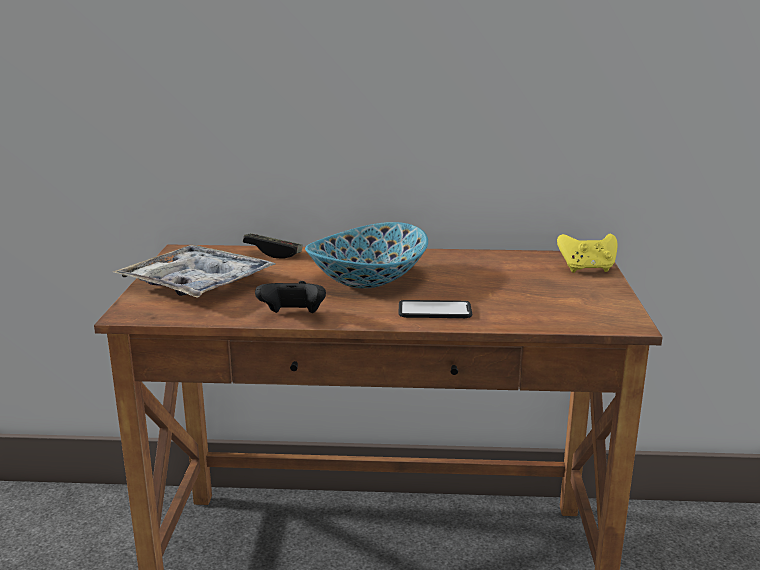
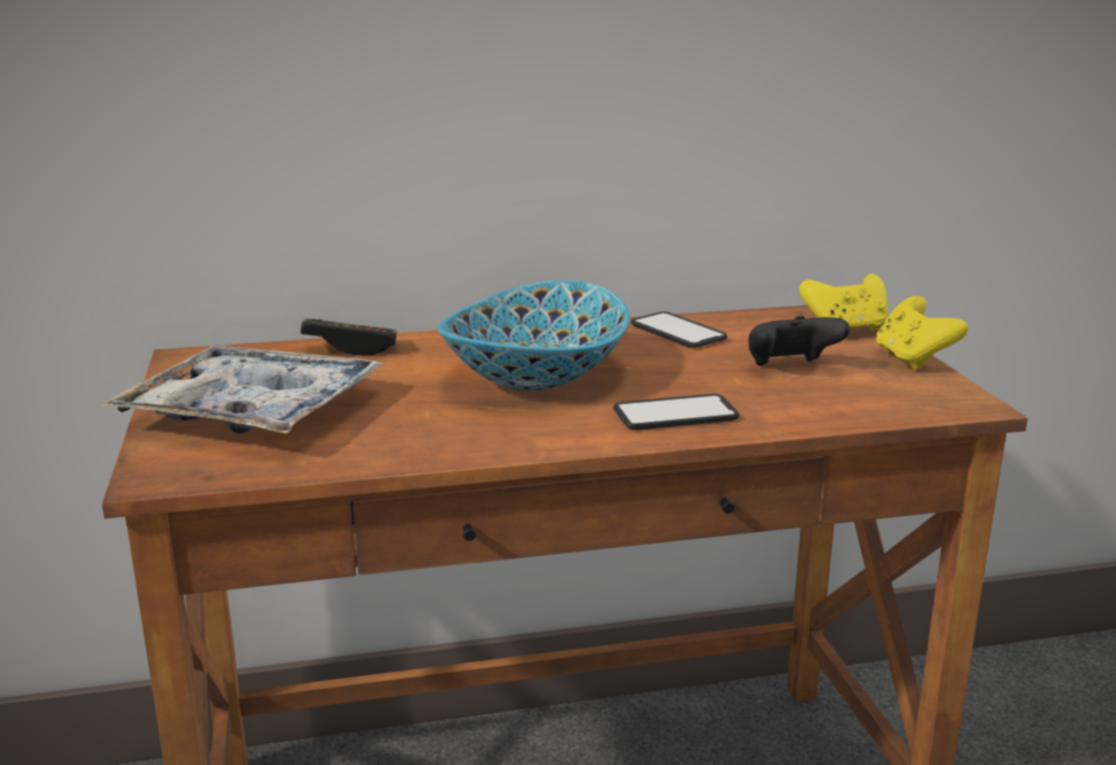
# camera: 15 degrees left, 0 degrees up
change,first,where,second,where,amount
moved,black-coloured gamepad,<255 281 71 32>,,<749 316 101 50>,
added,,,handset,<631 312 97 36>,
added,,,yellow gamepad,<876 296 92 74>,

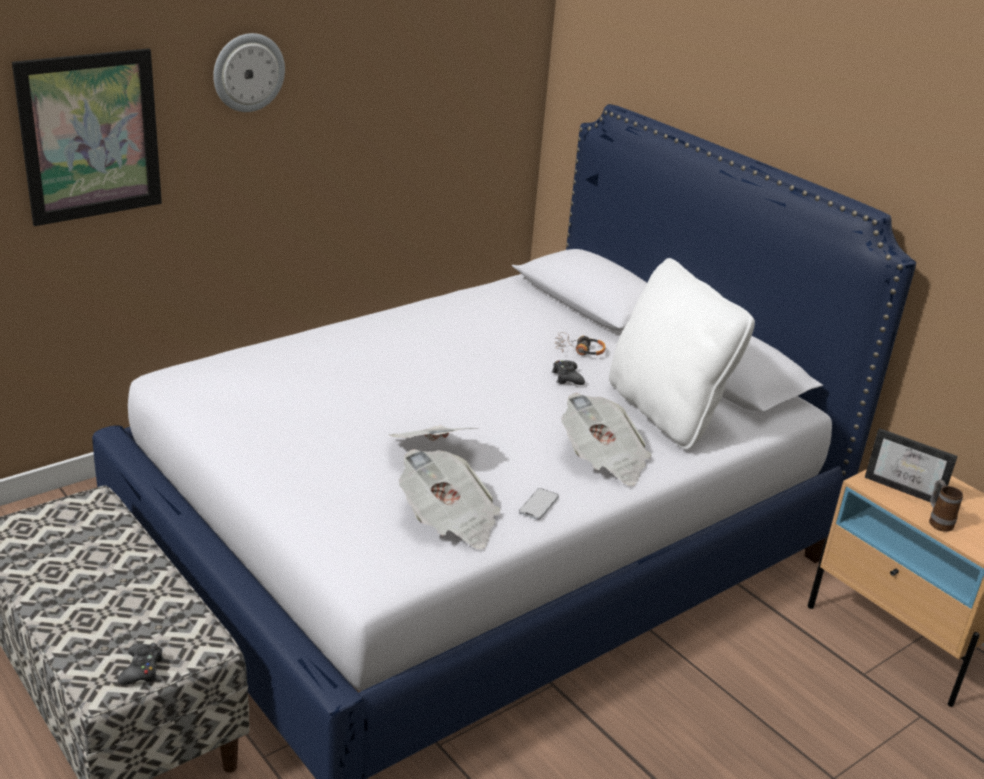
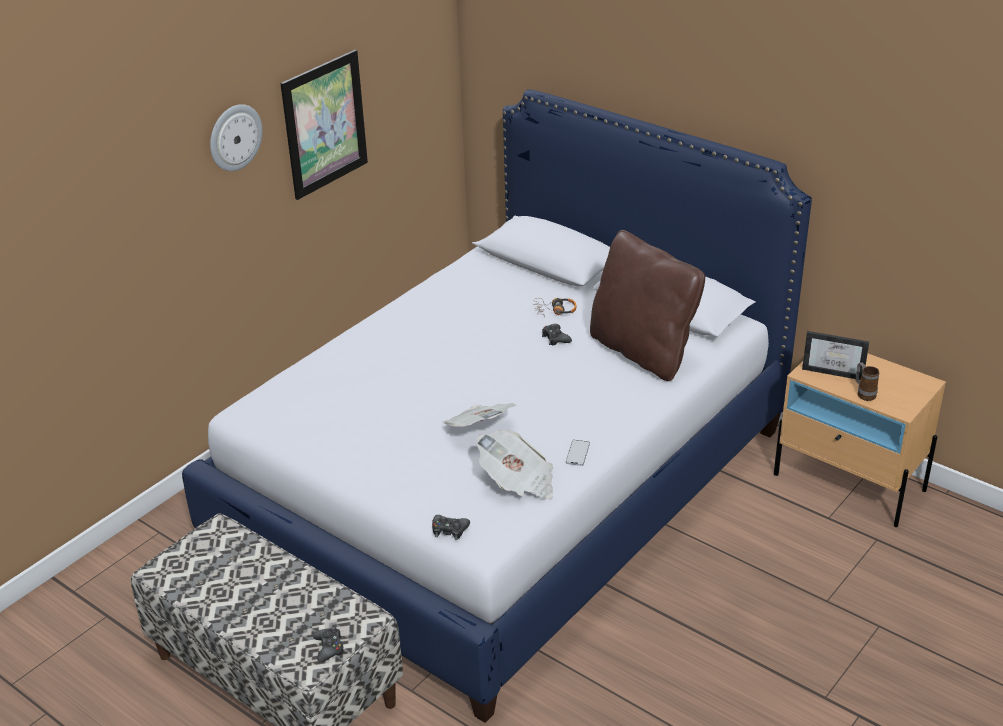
# camera: 10 degrees left, 5 degrees up
change,first,where,second,where,amount
moved,wall picture,<12 48 150 178>,,<280 50 88 150>,
removed,daily paper,<561 393 90 93>,,,
recoloured,white-coloured pillow,<609 258 146 192>,brown pillow,<590 230 115 151>,
added,,,black-coloured gamepad,<432 515 38 25>,

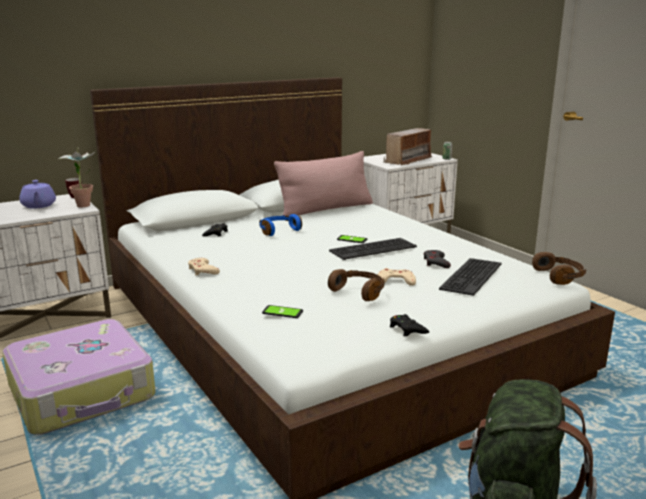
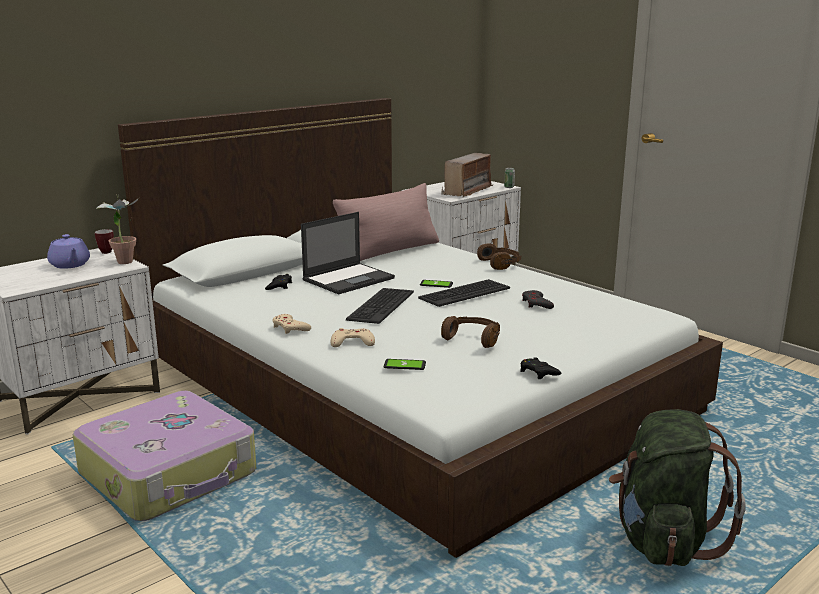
# camera: 10 degrees left, 0 degrees up
change,first,where,second,where,amount
replaced,blue-coloured pair of headphones,<259 214 43 22>,notebook computer,<301 212 94 82>,
moved,sand-coloured gamepad,<377 268 39 18>,,<331 328 44 19>,
moved,computer keyboard,<439 258 62 38>,,<346 288 68 36>,
moved,brown pair of headphones,<532 252 54 33>,,<477 244 44 26>,

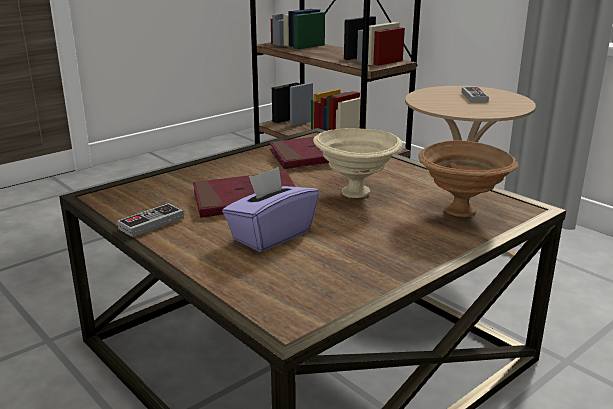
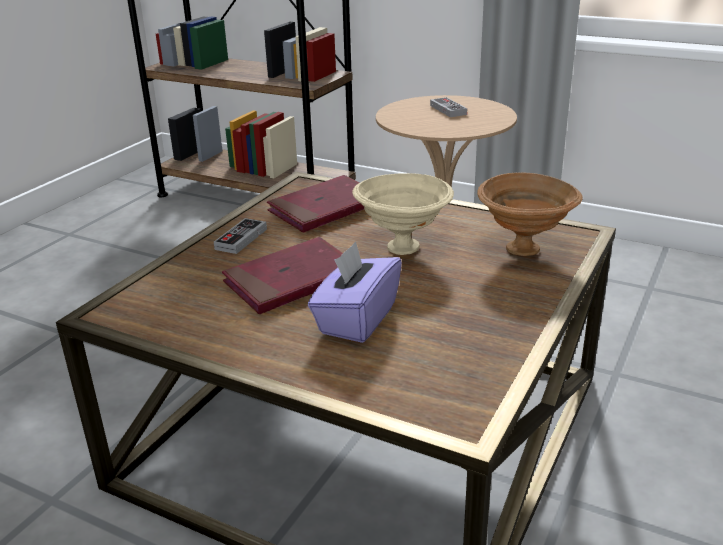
# camera: 20 degrees left, 5 degrees up
change,first,where,second,where,amount
moved,gamepad,<117 203 67 34>,,<214 218 53 36>,

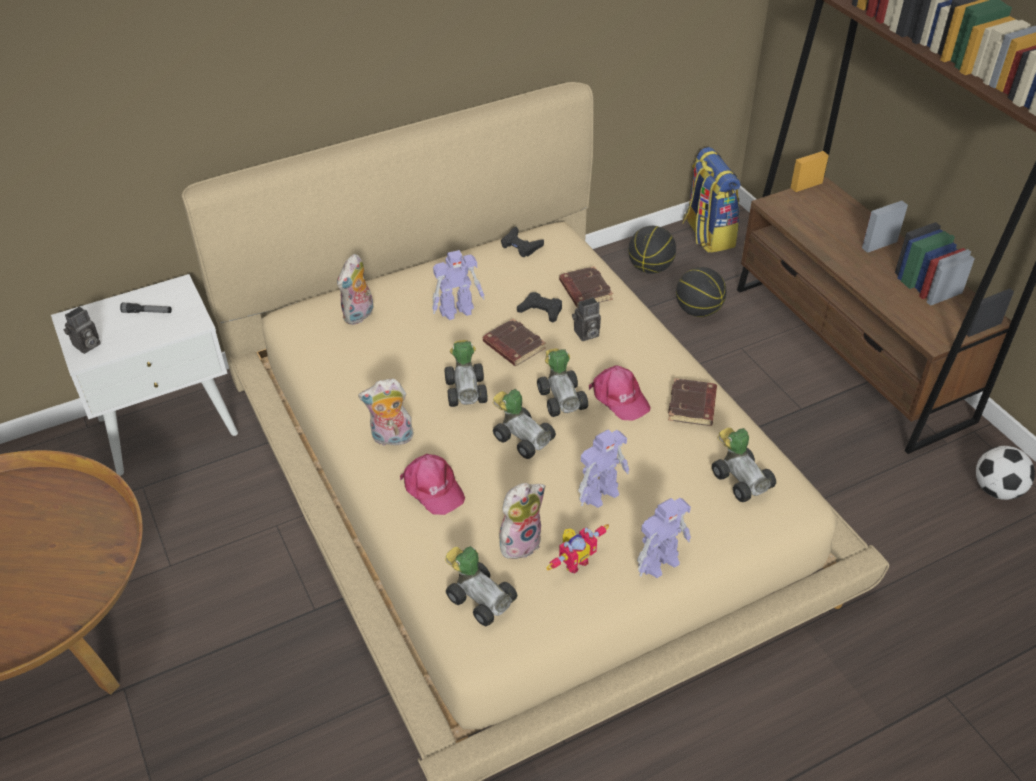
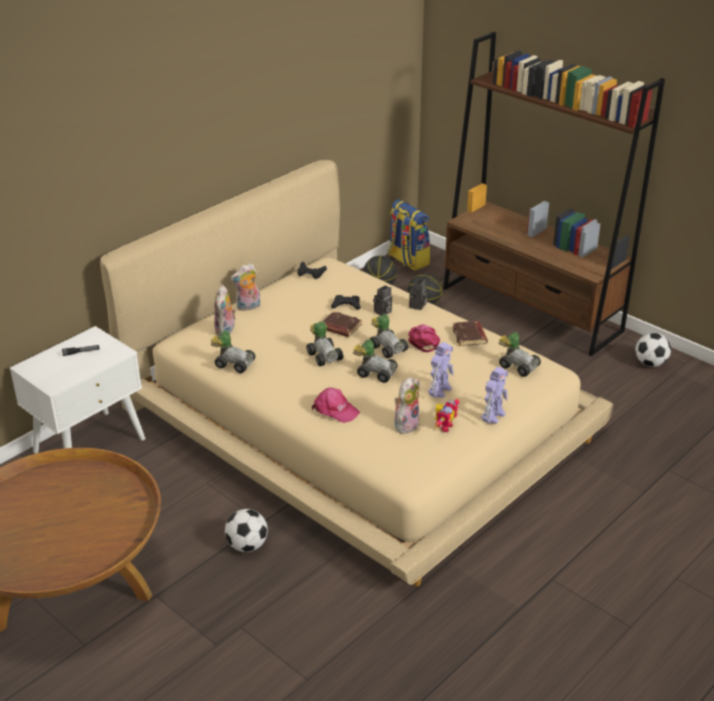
# camera: 20 degrees left, 10 degrees down
change,first,where,second,where,amount
moved,photo camera,<64 306 37 48>,,<409 279 19 31>,
moved,soft toy,<358 379 56 67>,,<230 263 31 48>,
removed,robot figure,<432 250 53 70>,,,
moved,model car,<445 546 73 80>,,<210 331 45 42>,
removed,brown volume,<559 266 54 42>,,,
turned,pink baseball cap,<589 365 62 56>,,<408 324 32 28>,135 degrees counterclockwise
added,,,ball for football,<225 509 43 43>,

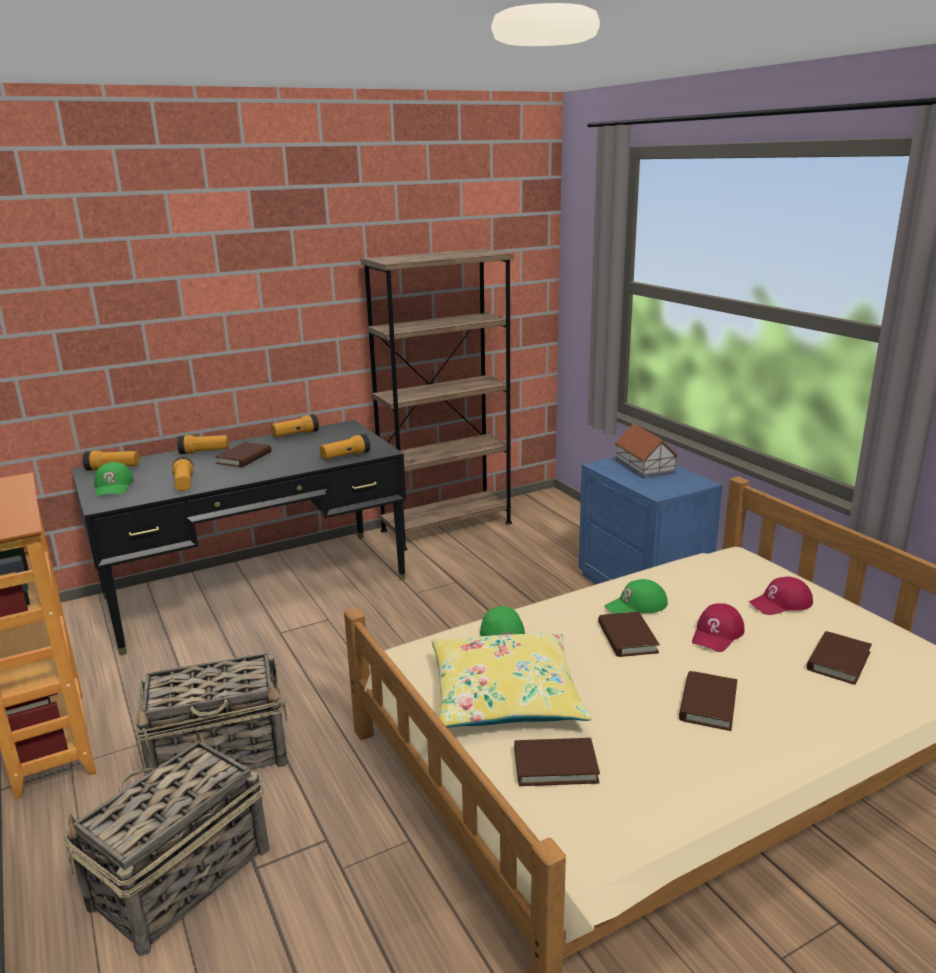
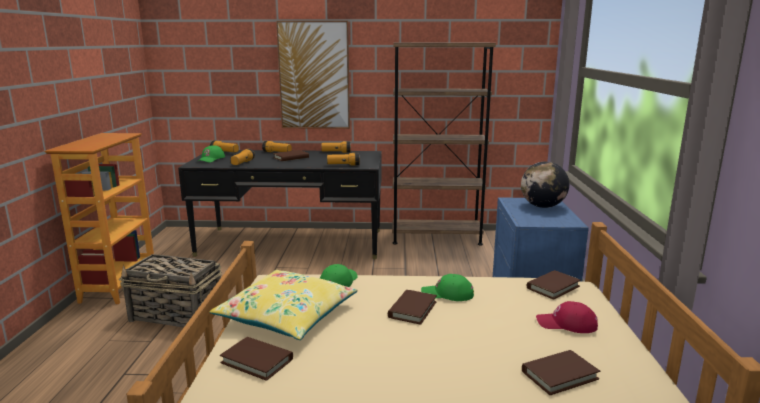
# camera: 30 degrees right, 5 degrees down
change,first,where,second,where,amount
removed,storage basket,<64 731 205 225>,,,
replaced,model house,<615 424 63 55>,world globe,<521 162 48 46>,
moved,brown volume,<679 671 58 60>,,<527 270 54 30>,
removed,red-coloured baseball cap,<692 603 52 49>,,,
added,,,wall picture,<276 21 74 108>,

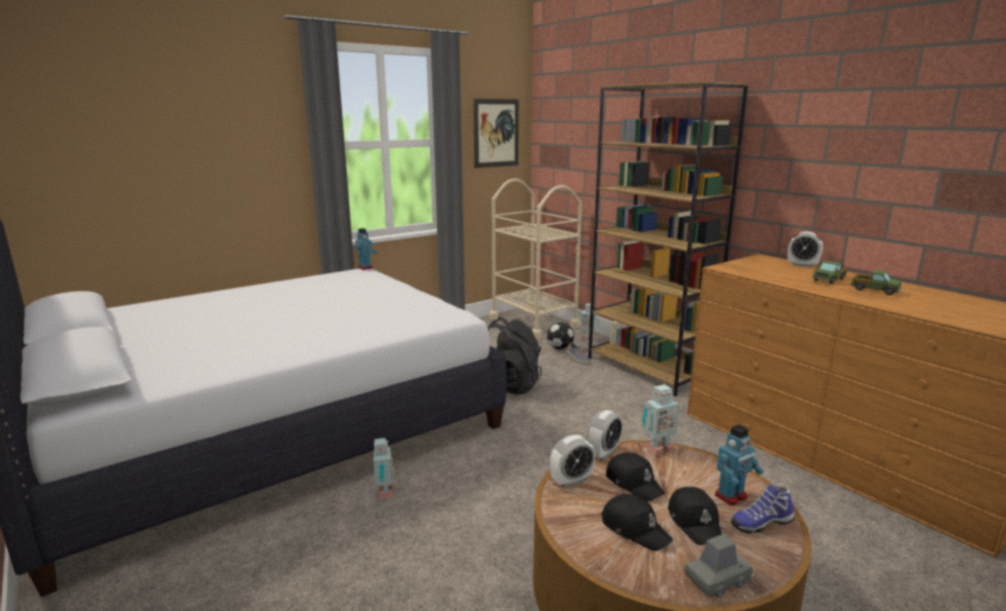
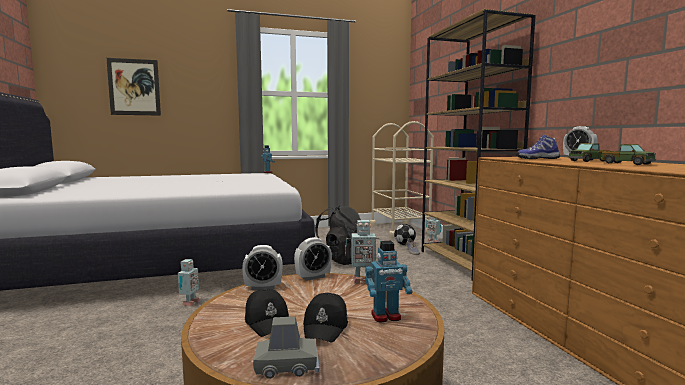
# camera: 20 degrees right, 10 degrees down
change,first,where,second,where,amount
moved,wall picture,<473 99 46 69>,,<106 58 55 58>,
removed,black-coloured baseball cap,<606 452 59 49>,,,
moved,low shoe,<731 484 64 50>,,<516 135 44 24>,

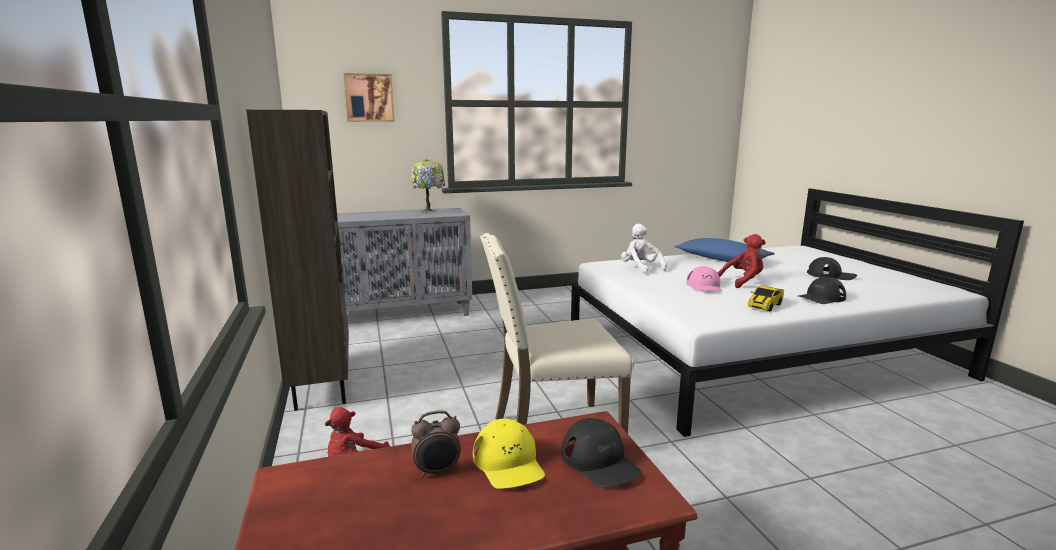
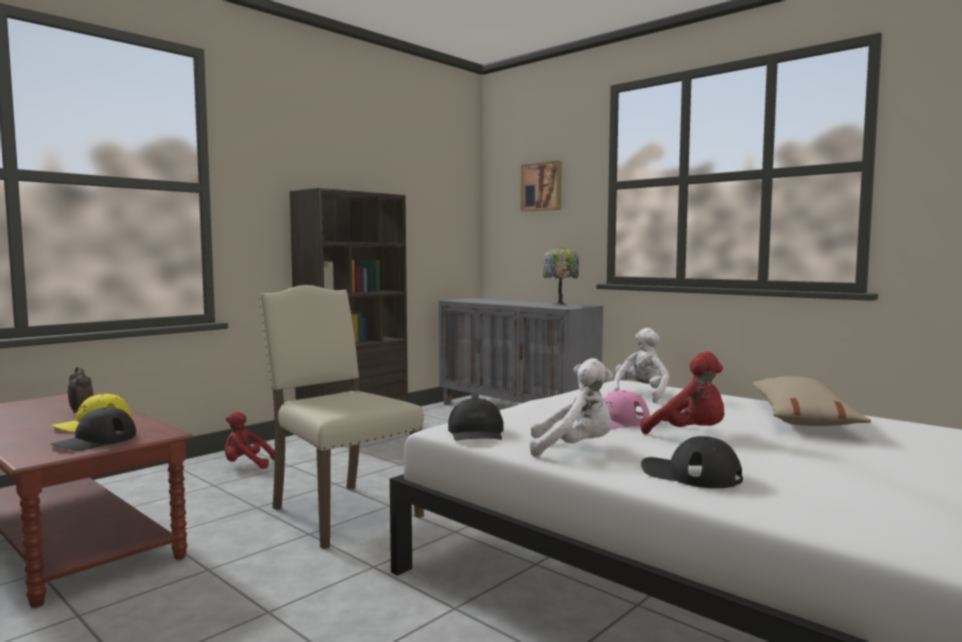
# camera: 60 degrees right, 10 degrees down
change,first,where,second,where,amount
recoloured,blue-coloured pillow,<674 238 101 24>,sand-coloured pillow,<752 376 119 50>,
replaced,model car,<748 286 36 25>,white-coloured soft toy,<530 358 83 99>,
moved,black-coloured baseball cap,<807 257 50 23>,,<448 398 56 43>,

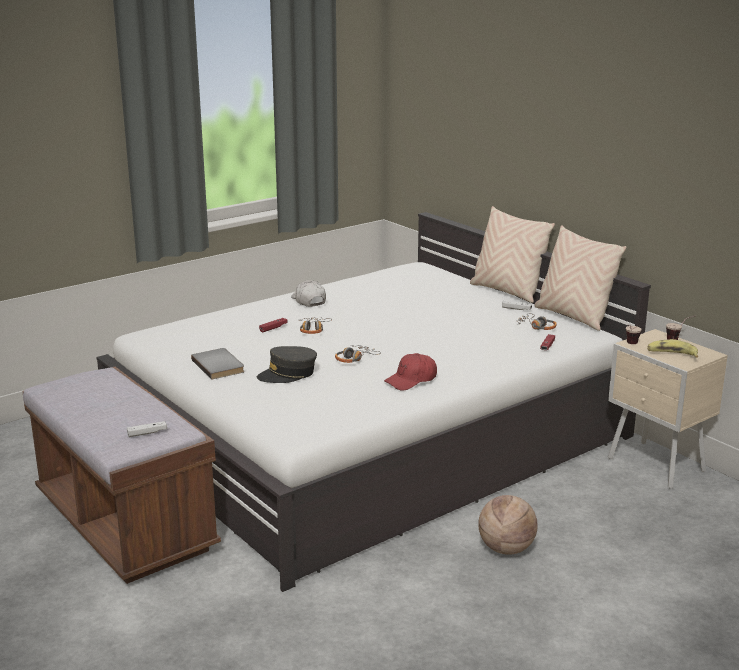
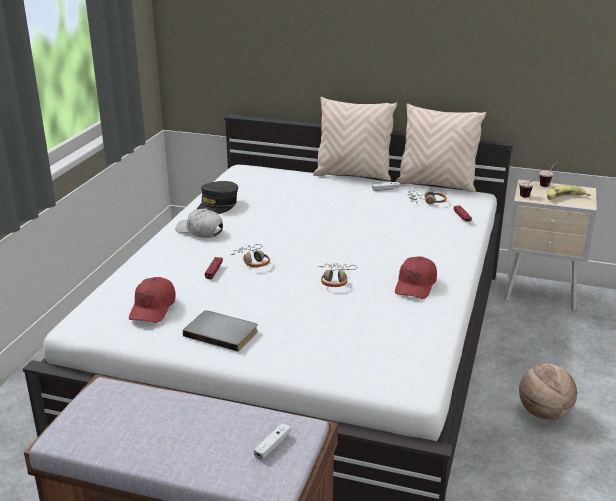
# camera: 35 degrees left, 5 degrees up
change,first,where,second,where,amount
moved,grey baseball cap,<257 346 60 37>,,<197 181 41 33>,
added,,,red-coloured baseball cap,<129 277 47 46>,

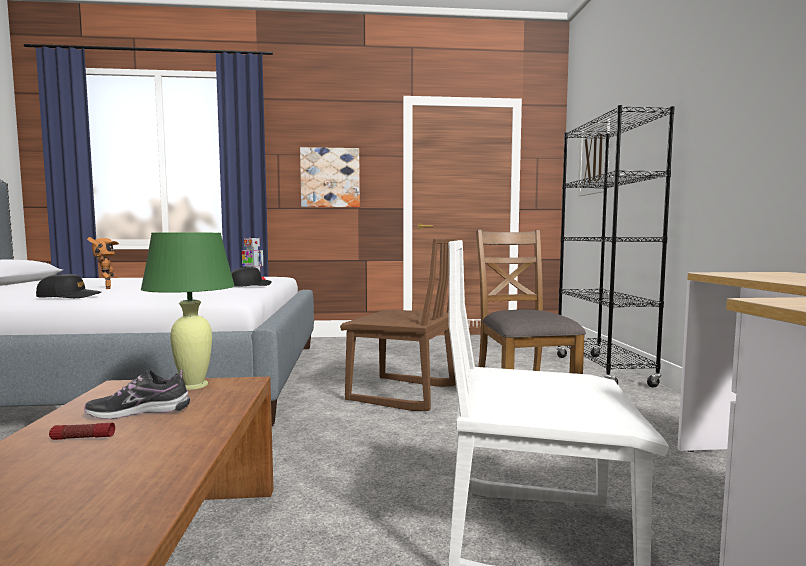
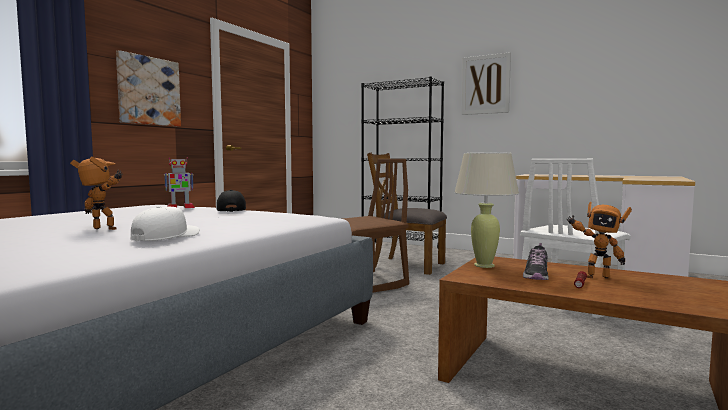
# camera: 55 degrees left, 0 degrees up
change,first,where,second,where,amount
recoloured,black-coloured baseball cap,<36 273 65 25>,white-coloured baseball cap,<130 206 70 35>,
recoloured,green-coloured tabletop lamp,<141 232 94 158>,sand-coloured tabletop lamp,<454 153 65 115>,
moved,wall picture,<578 118 32 78>,,<462 52 49 63>,
added,,,robot figure,<566 202 66 76>,

